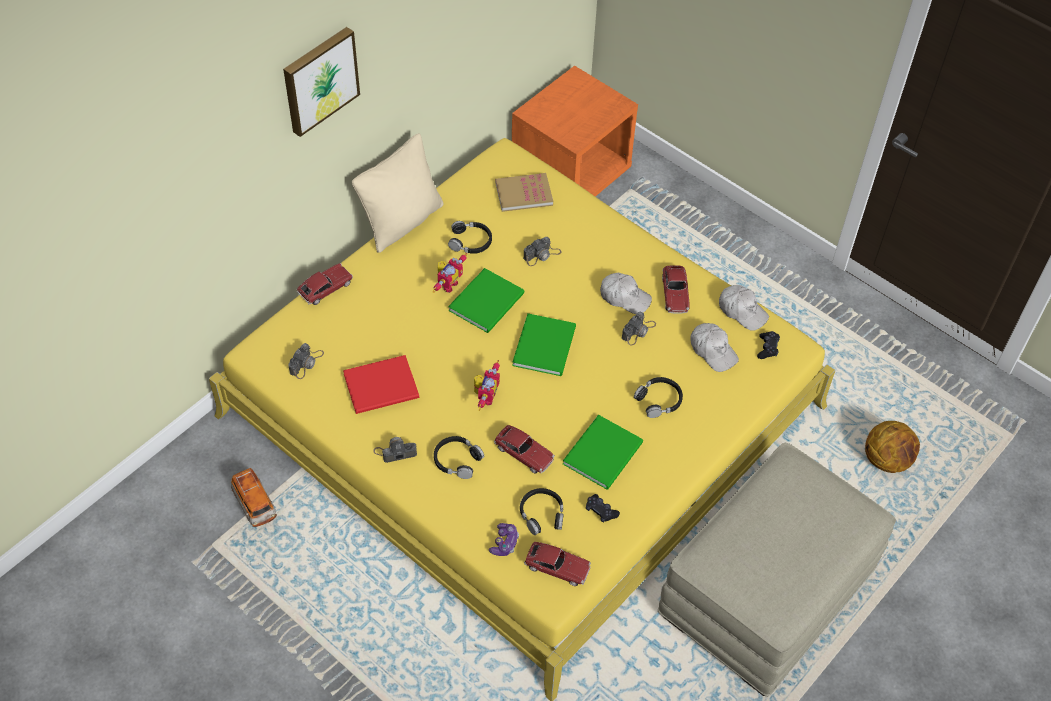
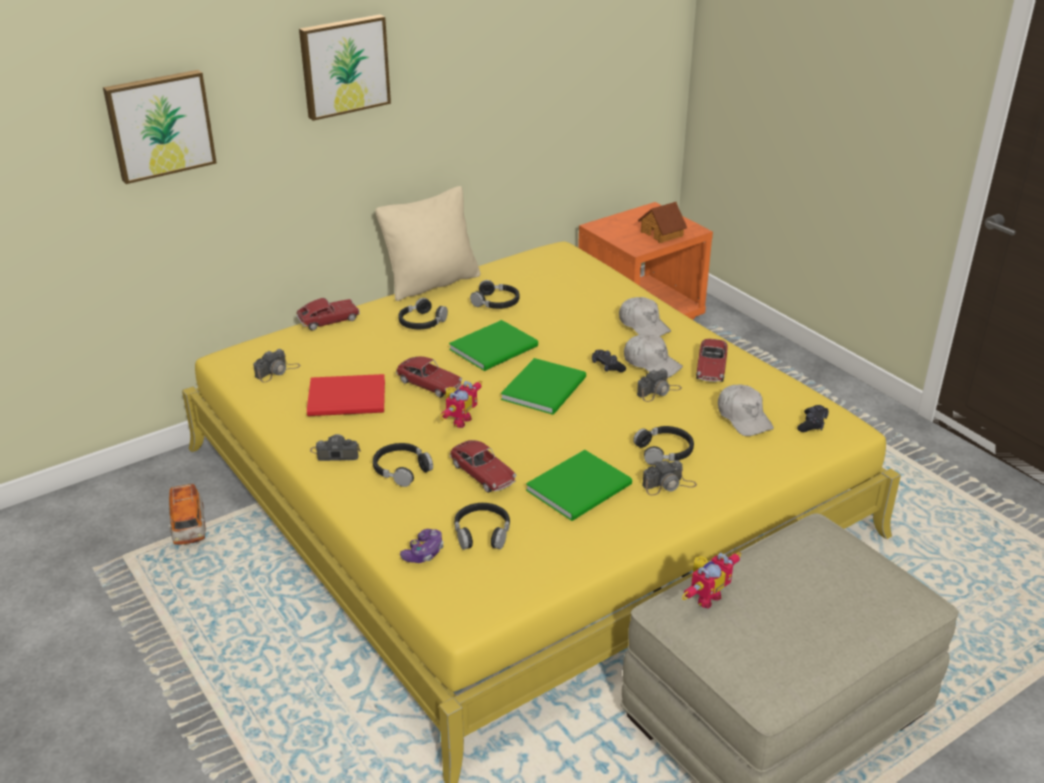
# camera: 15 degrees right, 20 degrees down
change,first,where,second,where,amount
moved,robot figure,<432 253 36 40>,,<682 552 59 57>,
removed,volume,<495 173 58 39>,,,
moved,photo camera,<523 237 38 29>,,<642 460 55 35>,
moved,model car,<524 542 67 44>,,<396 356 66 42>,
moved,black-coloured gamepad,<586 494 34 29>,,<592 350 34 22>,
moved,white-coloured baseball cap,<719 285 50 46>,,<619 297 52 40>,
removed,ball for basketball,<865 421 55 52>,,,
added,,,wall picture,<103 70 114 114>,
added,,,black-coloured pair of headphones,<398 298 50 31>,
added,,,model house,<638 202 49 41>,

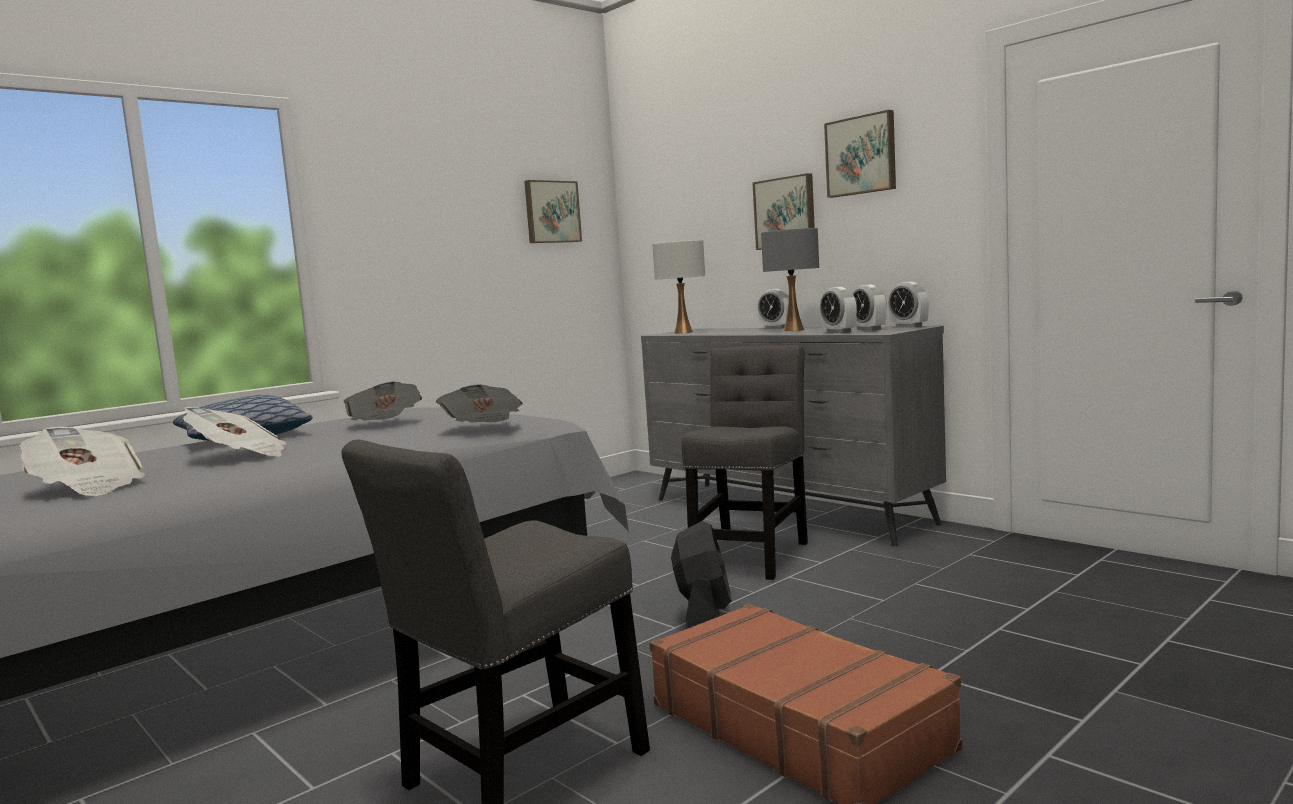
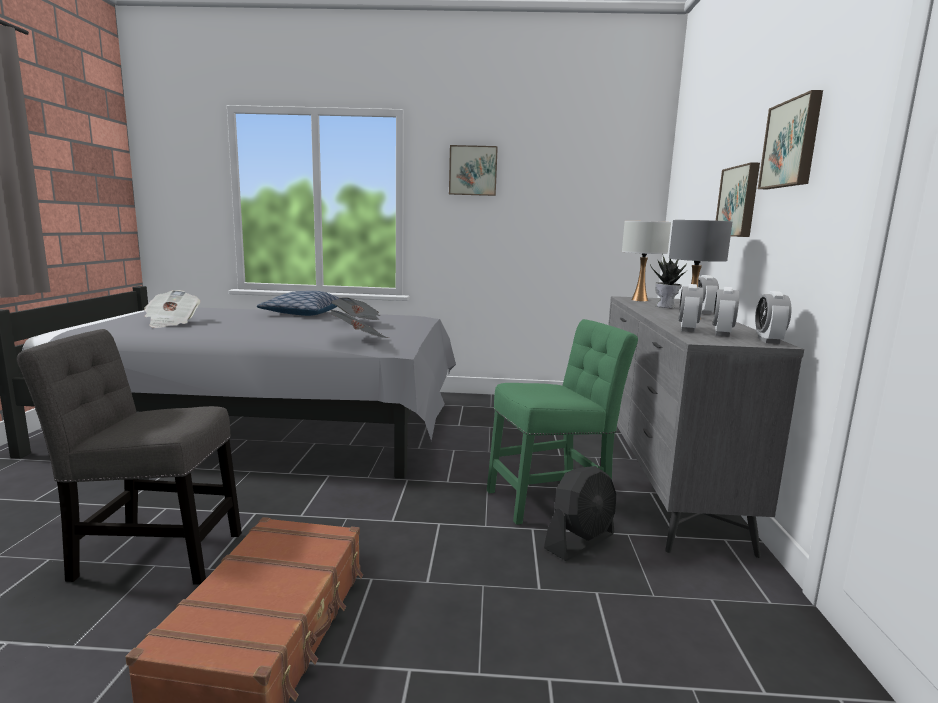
# camera: 45 degrees right, 5 degrees up
change,first,where,second,where,amount
removed,daily paper,<183 407 104 50>,,,
moved,wall picture,<524 180 58 63>,,<449 145 49 51>,
moved,black-coloured electric fan,<671 521 61 108>,,<544 466 73 95>,
recoloured,grey plain chair,<682 345 126 235>,green-coloured plain chair,<487 319 151 206>,
added,,,houseplant,<650 254 38 54>,

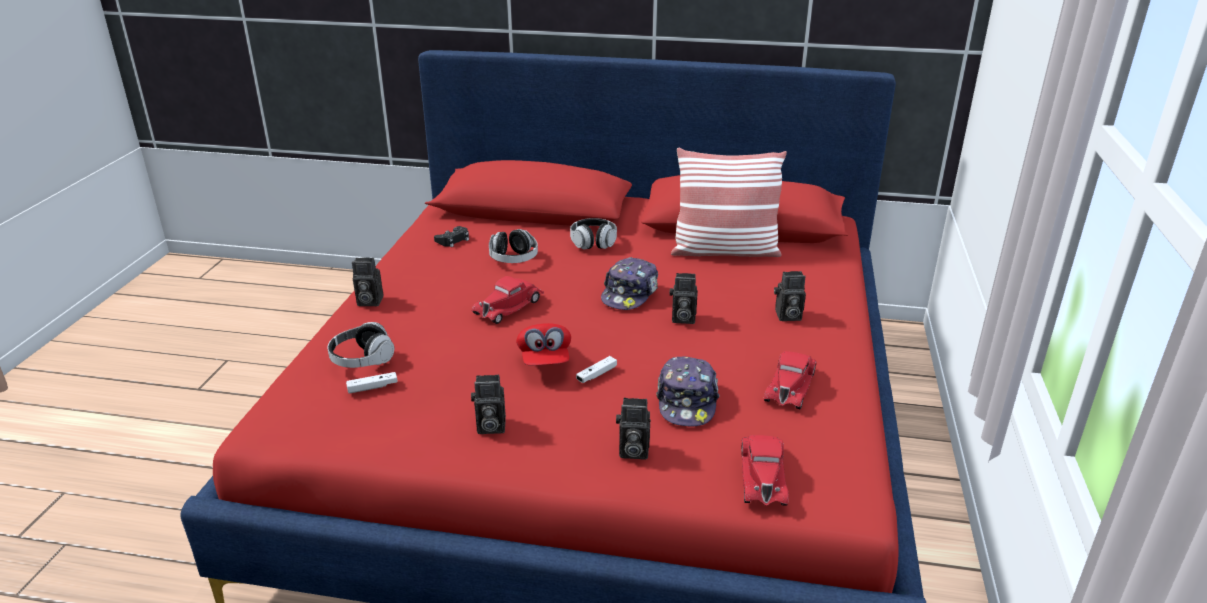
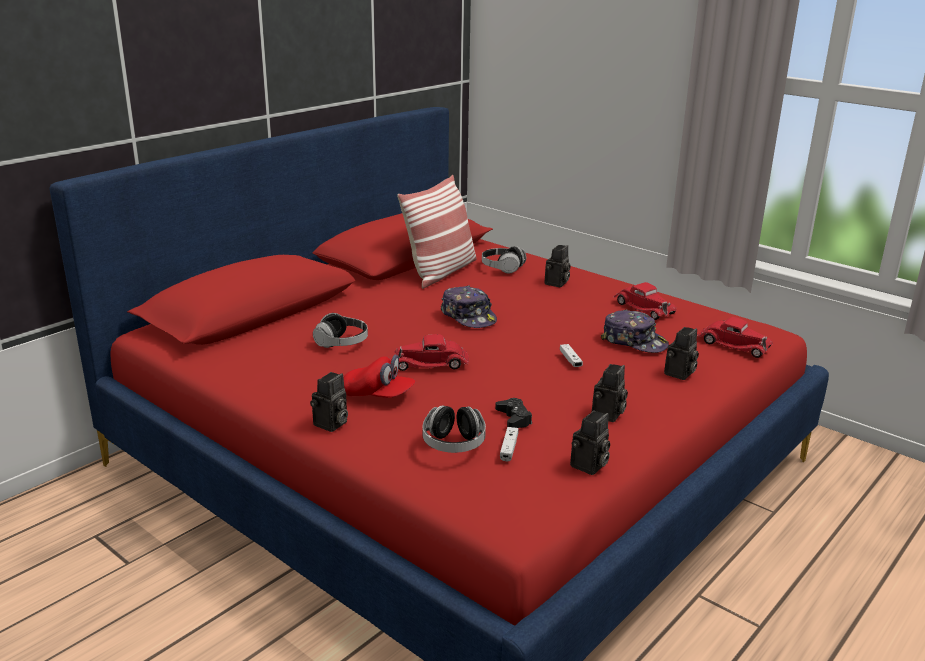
# camera: 60 degrees left, 5 degrees down
change,first,where,second,where,amount
moved,black-coloured gamepad,<434 226 35 21>,,<495 398 37 30>,
turned,red-coloured model car,<471 276 73 48>,,<394 334 75 37>,105 degrees clockwise
moved,red-coloured baseball cap,<516 323 55 42>,,<344 355 72 43>,
moved,pair of headphones,<570 218 47 32>,,<482 246 44 27>,
moved,photo camera,<669 273 29 51>,,<570 410 40 65>,

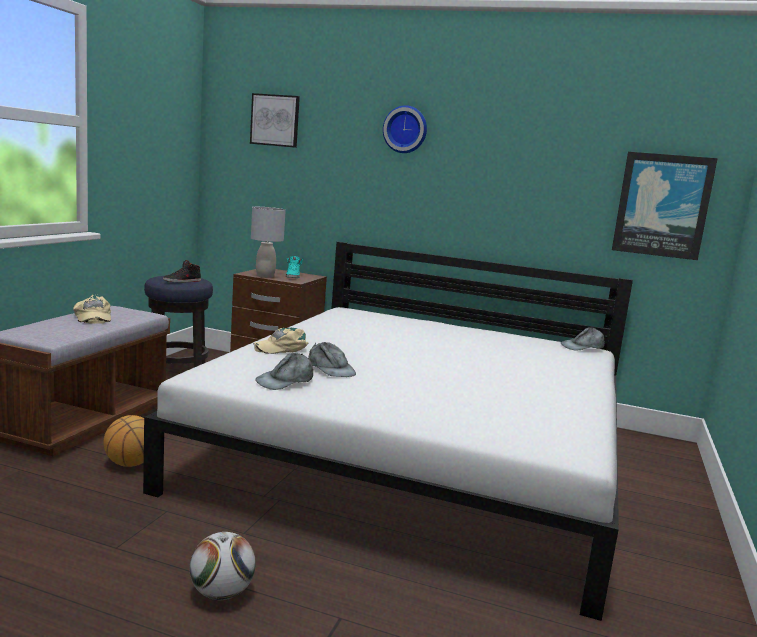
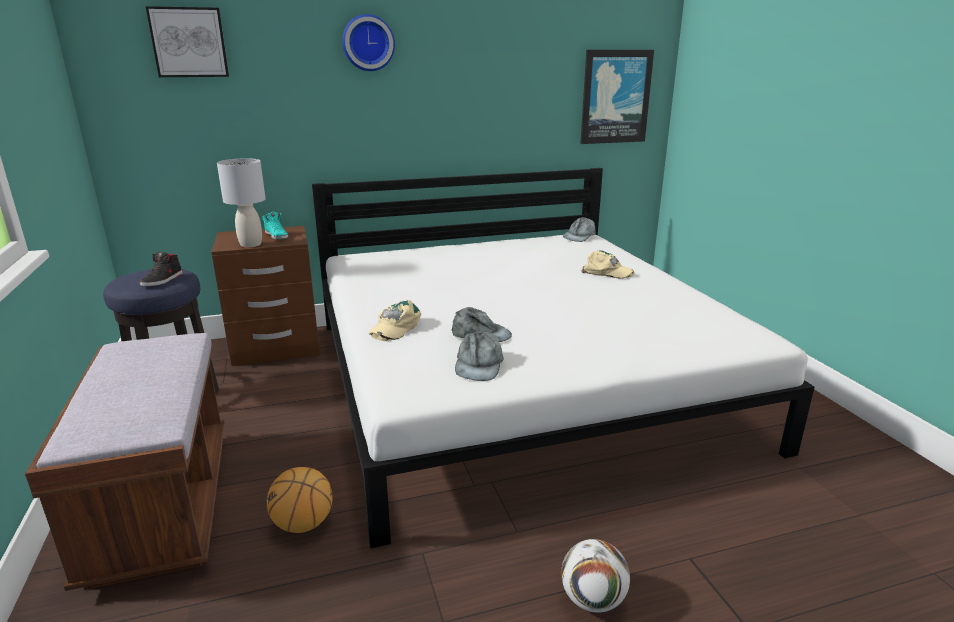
# camera: 35 degrees left, 10 degrees up
change,first,where,second,where,amount
moved,sand-coloured baseball cap,<73 294 38 30>,,<581 251 53 28>,

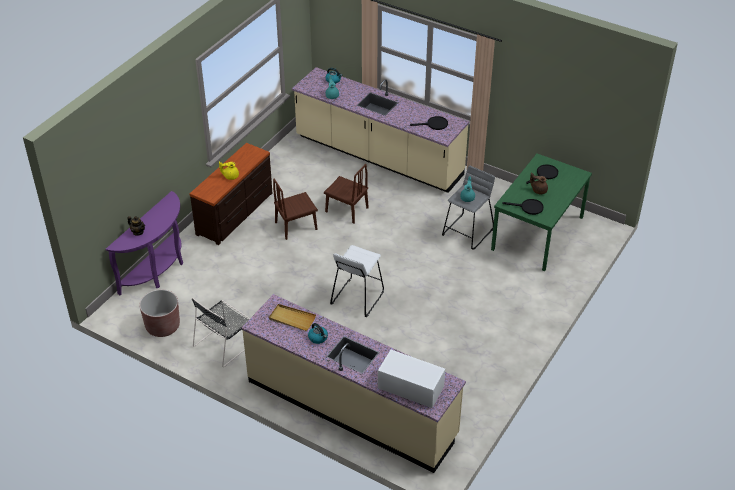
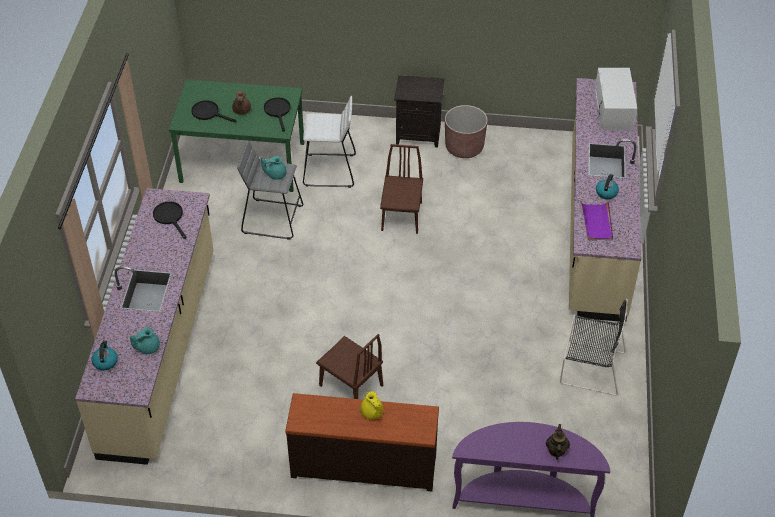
# camera: 115 degrees left, 5 degrees up
change,first,where,second,where,amount
moved,brown flower pot,<139 289 41 48>,,<445 105 43 53>,
recoloured,sand-coloured tray,<269 304 47 27>,purple tray,<581 201 32 39>,
moved,brown plain chair,<324 164 45 60>,,<380 144 43 90>,
moved,white-coloured sitting stool,<330 245 54 72>,,<303 96 53 92>,
added,,,black-coloured bedside table,<394 75 50 72>,

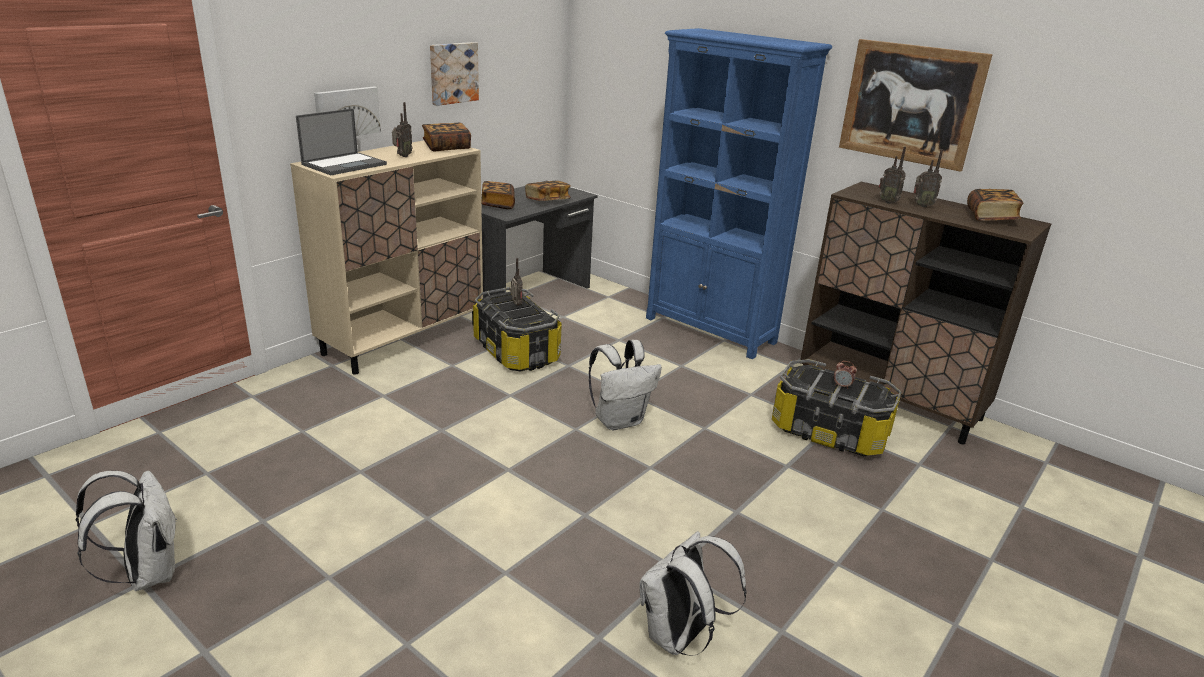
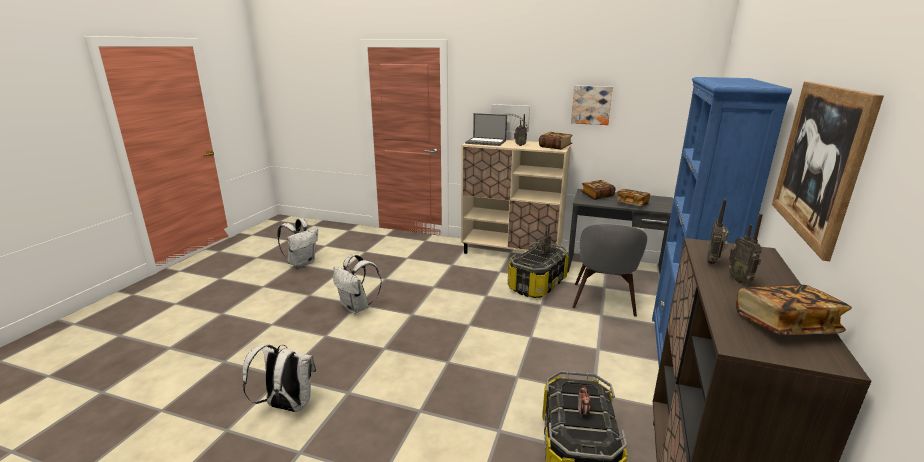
# camera: 70 degrees right, 5 degrees down
change,first,where,second,where,amount
moved,white-coloured knapsack,<588 340 74 90>,,<333 254 49 60>,
added,,,grey plain chair,<572 224 75 93>,

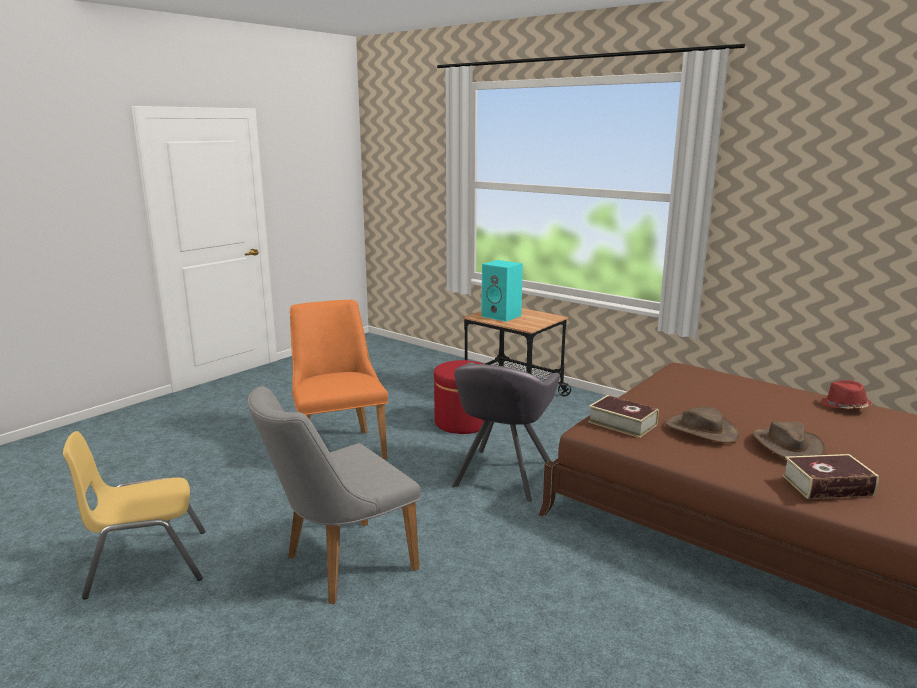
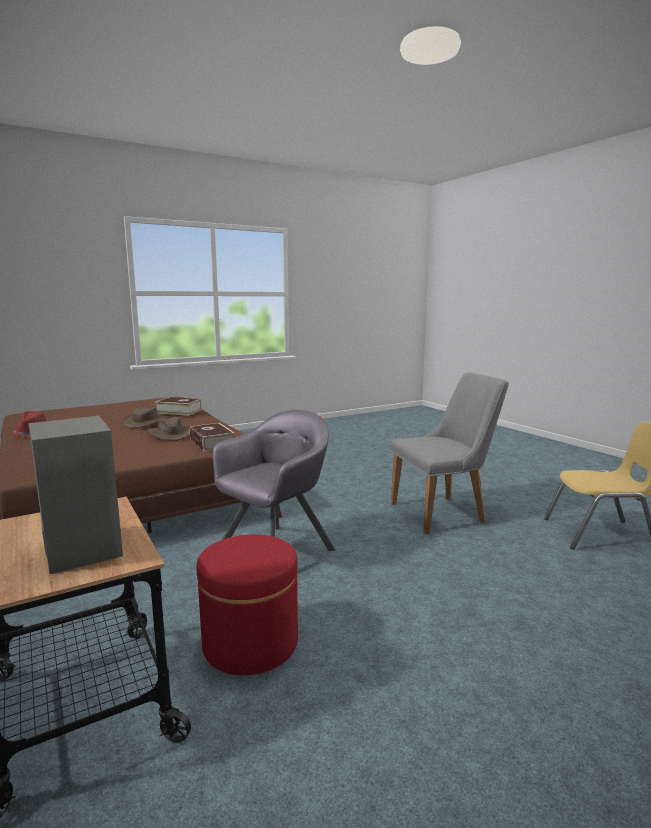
# camera: 160 degrees left, 5 degrees down
change,first,where,second,where,amount
removed,orangey plain chair,<290 300 98 160>,,,
recoloured,turquoise speaker,<481 260 42 62>,grey speaker,<28 416 95 158>,

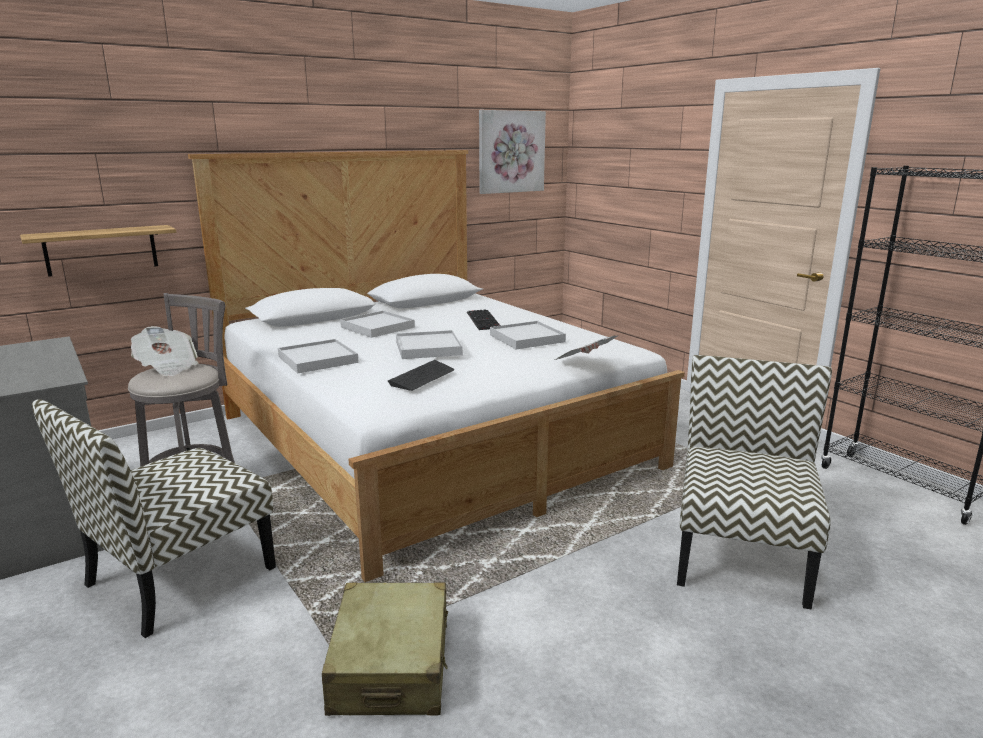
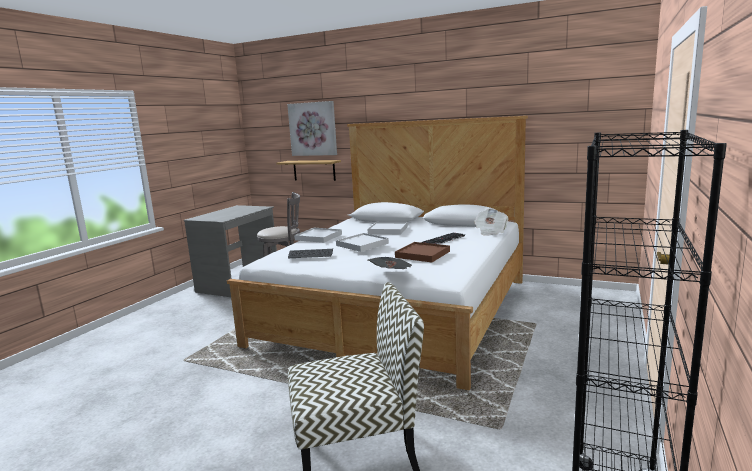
# camera: 60 degrees right, 5 degrees down
change,first,where,second,where,amount
removed,plain chair,<32 399 244 239>,,,
moved,daily paper,<131 326 67 51>,,<474 209 35 27>,
removed,sand-coloured suitcase,<322 582 126 134>,,,
moved,wall picture,<479 110 67 84>,,<287 101 50 55>,
recoloured,white-coloured tray,<490 321 76 28>,brown tray,<395 242 55 20>,

